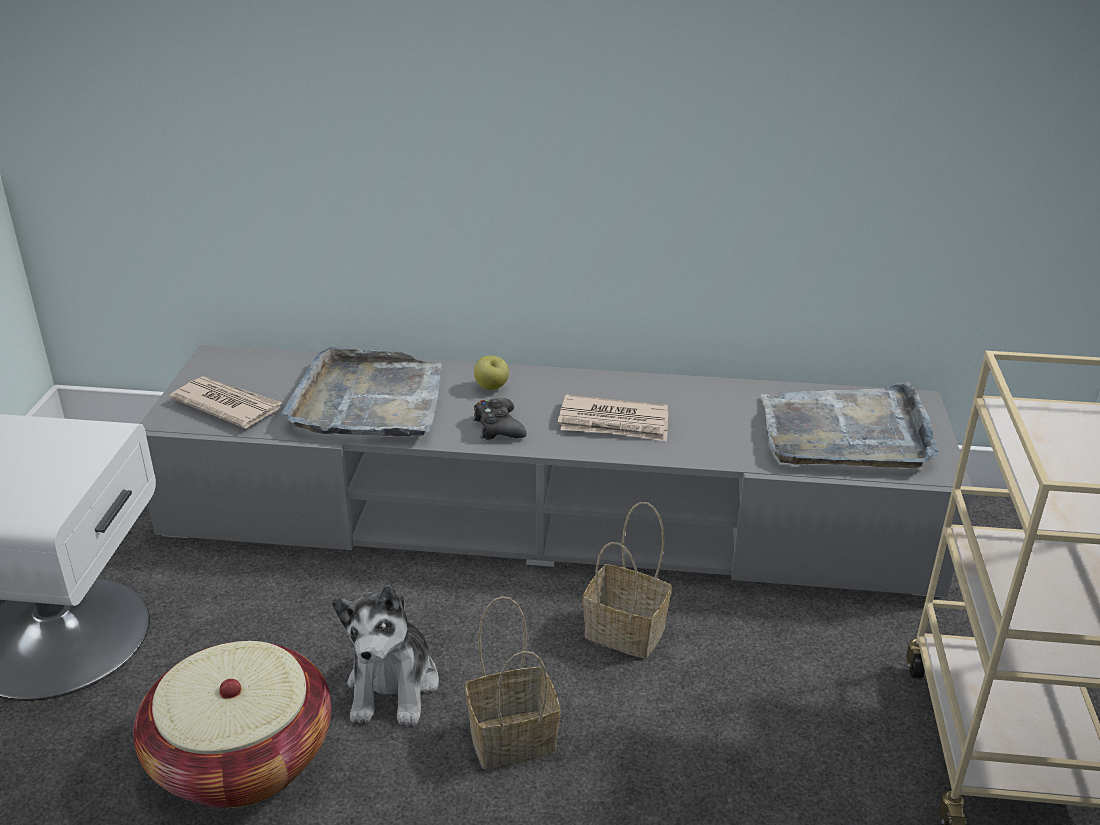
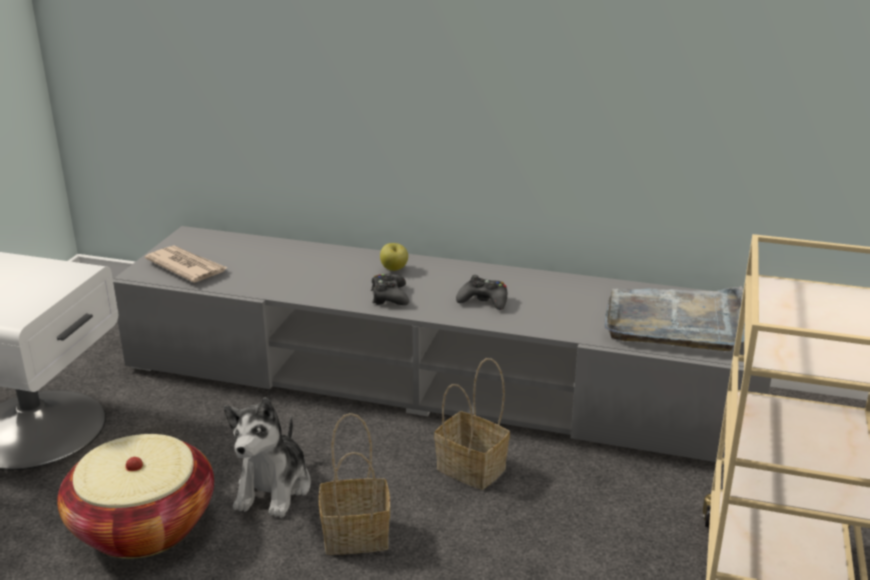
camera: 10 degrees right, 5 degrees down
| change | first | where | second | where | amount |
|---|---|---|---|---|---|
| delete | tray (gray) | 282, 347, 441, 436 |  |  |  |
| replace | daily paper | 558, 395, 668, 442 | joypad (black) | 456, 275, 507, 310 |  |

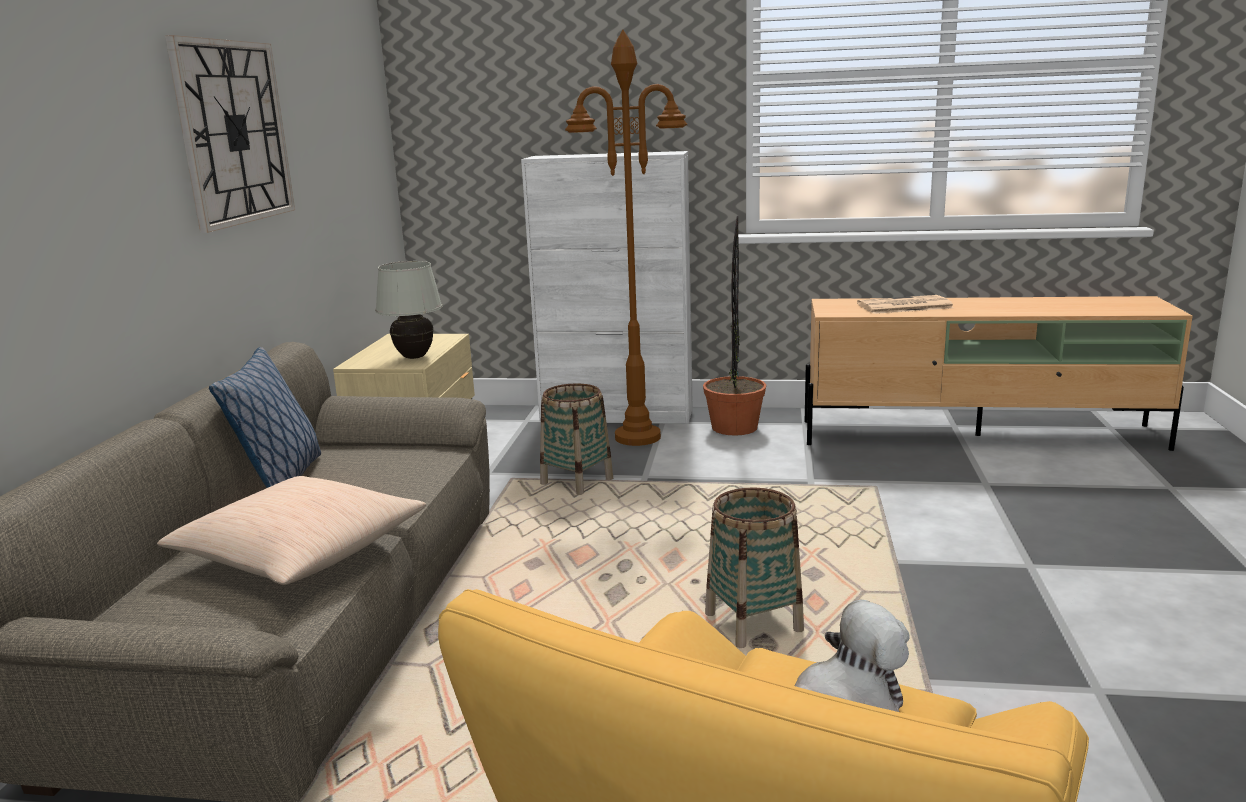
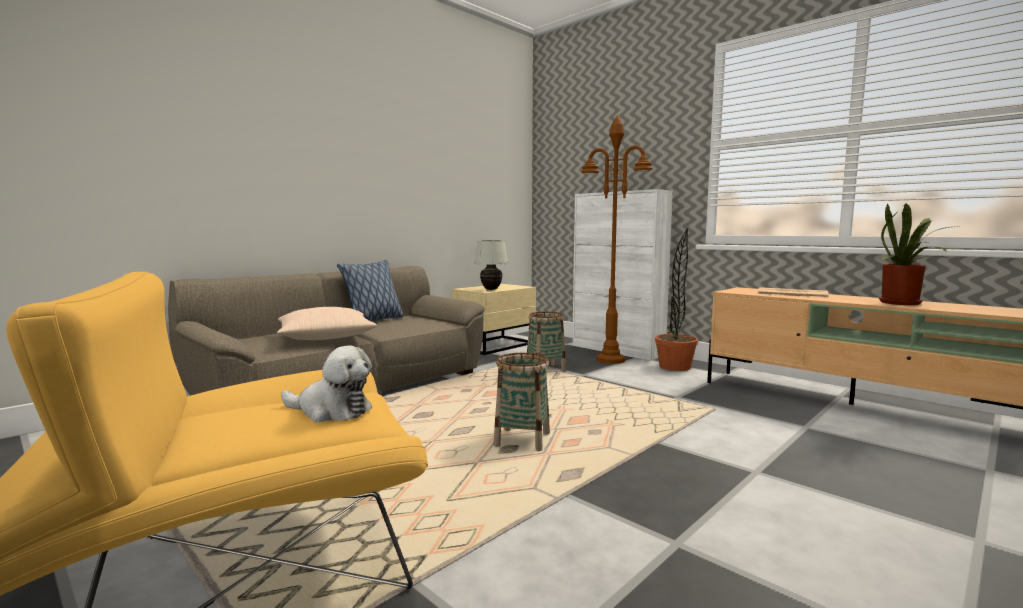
camera: 35 degrees right, 10 degrees down
| change | first | where | second | where | amount |
|---|---|---|---|---|---|
| delete | wall clock | 165, 35, 295, 233 |  |  |  |
| insert |  |  | houseplant | 879, 203, 959, 305 |  |

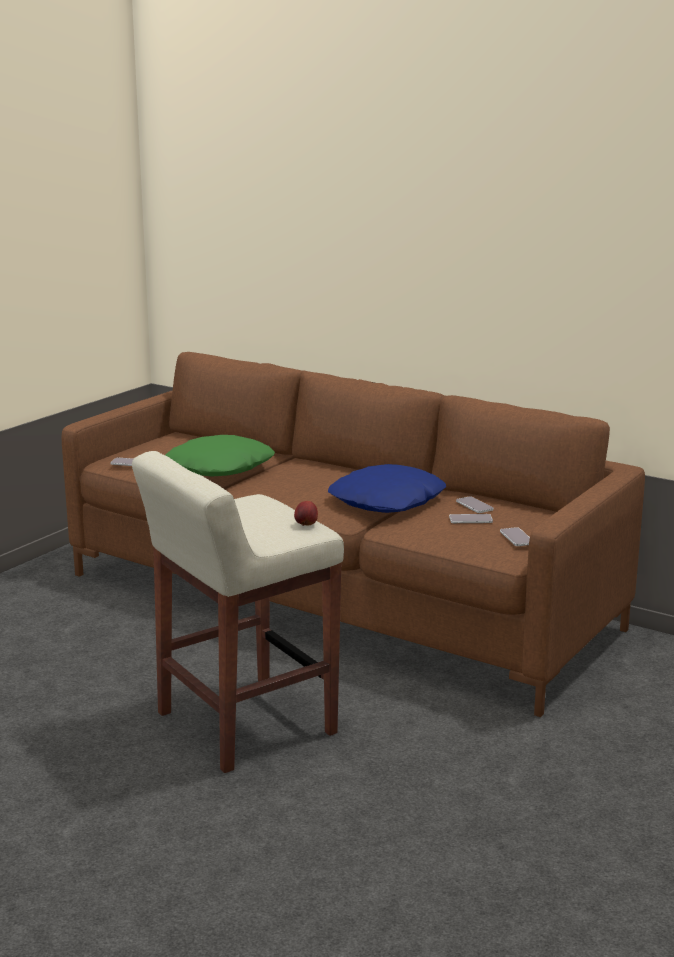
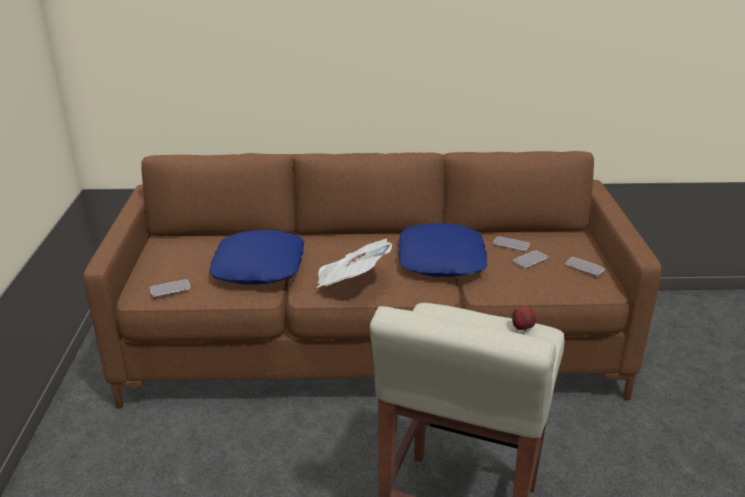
camera: 35 degrees left, 10 degrees up
| change | first | where | second | where | amount |
|---|---|---|---|---|---|
| recolor | cushion (green) | 165, 435, 275, 477 | cushion (bluish) | 209, 230, 304, 285 |  |
| insert |  |  | daily paper | 317, 239, 392, 288 |  |

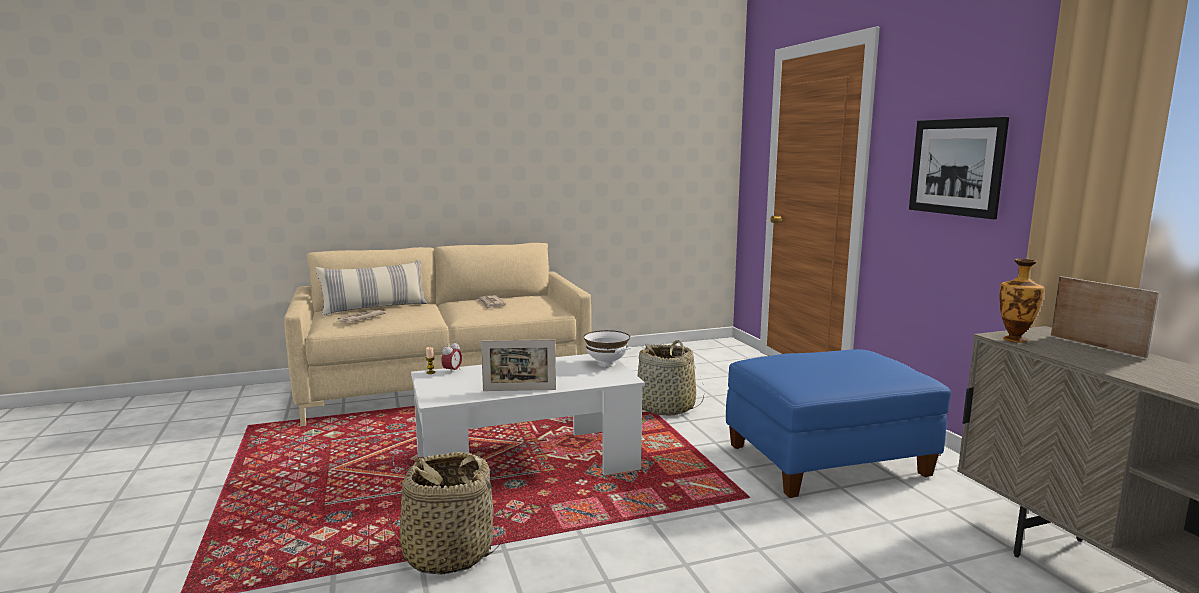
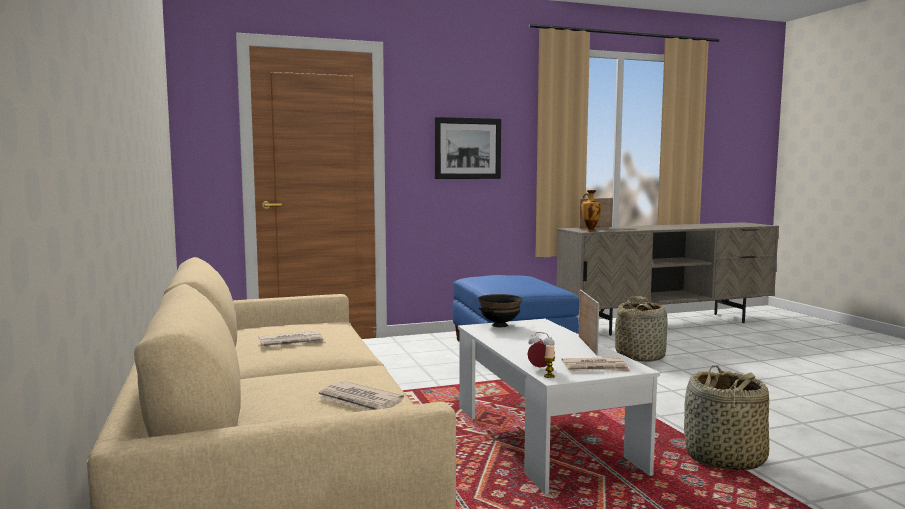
camera: 90 degrees left, 5 degrees down
| change | first | where | second | where | amount |
|---|---|---|---|---|---|
| delete | cushion | 316, 260, 427, 316 |  |  |  |
| recolor | deep dish (white) | 584, 330, 631, 367 | deep dish (black) | 478, 294, 523, 327 |  |
| move | household basket | 638, 340, 704, 416 |  | 615, 296, 668, 362 |  |
| insert |  |  | daily paper | 561, 357, 631, 372 |  |

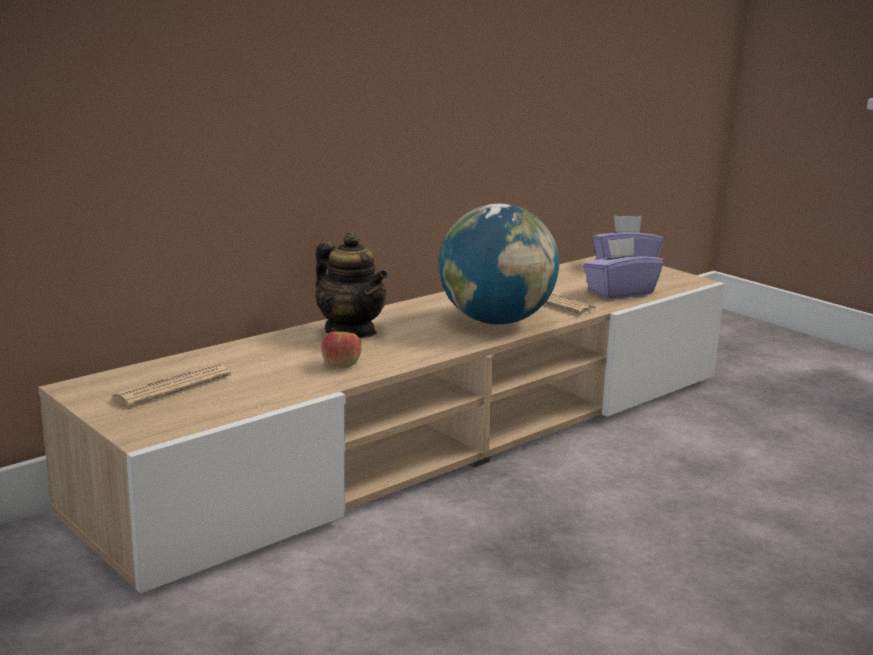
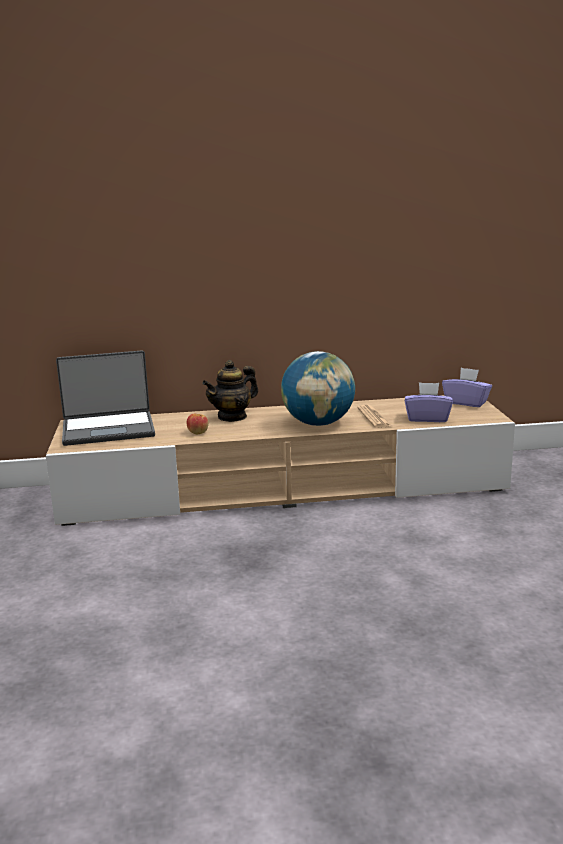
camera: 35 degrees right, 0 degrees up
| change | first | where | second | where | amount |
|---|---|---|---|---|---|
| rotate | teapot | 315, 232, 388, 338 |  | 202, 360, 258, 422 | 60 degrees clockwise |
| replace | daily paper | 110, 364, 231, 407 | portable computer | 56, 351, 155, 446 |  |

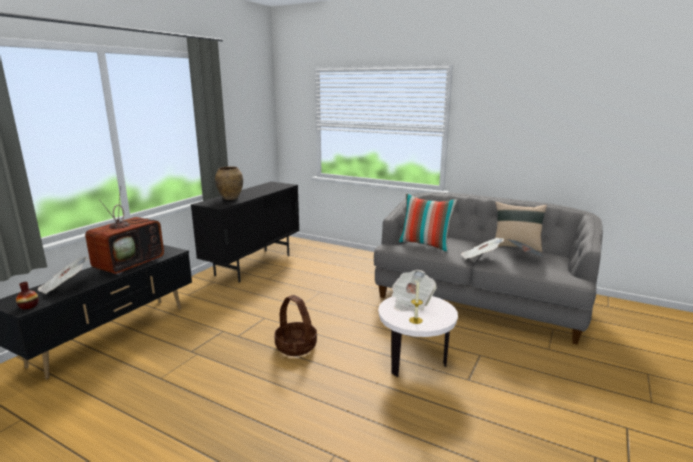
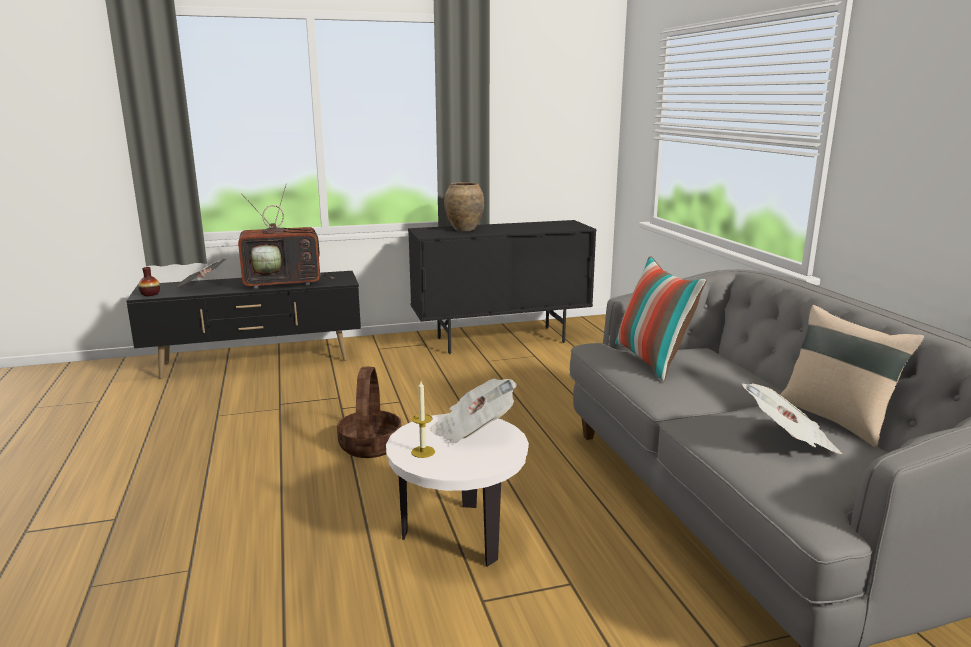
camera: 45 degrees right, 0 degrees up
| change | first | where | second | where | amount |
|---|---|---|---|---|---|
| delete | daily paper | 461, 238, 504, 259 |  |  |  |

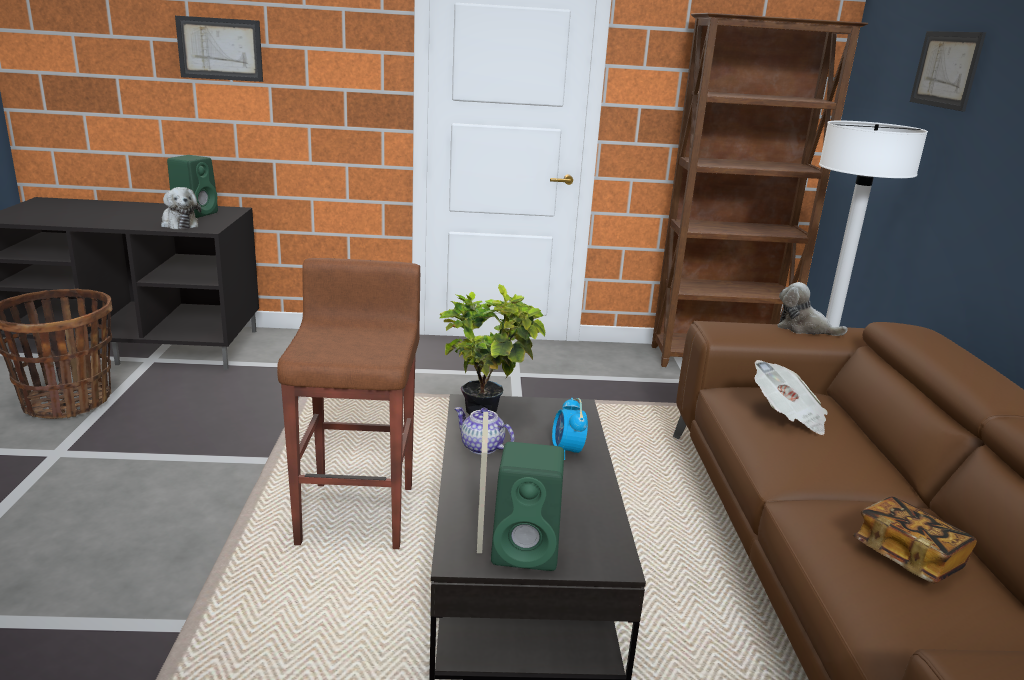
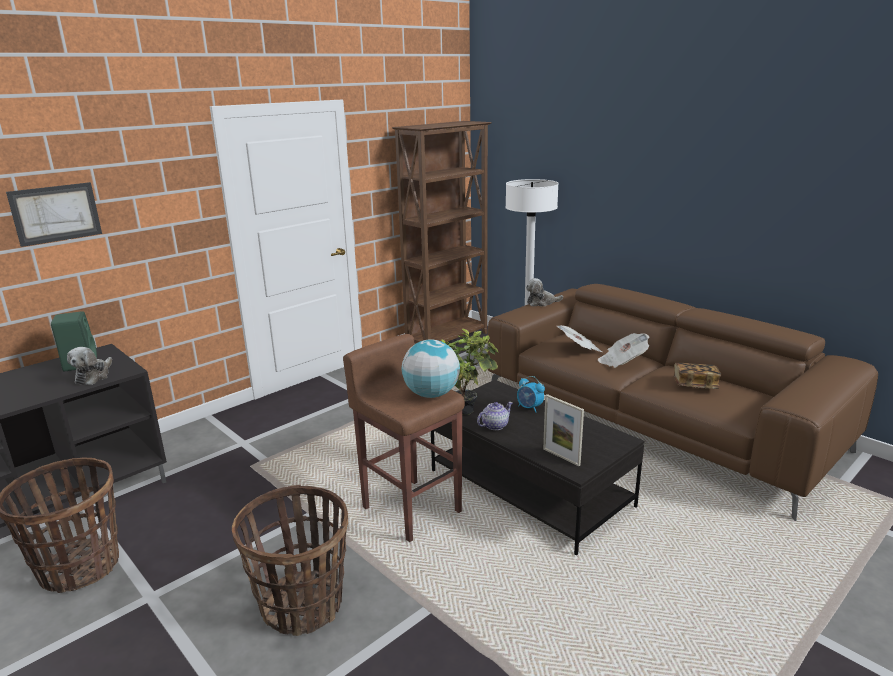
camera: 40 degrees left, 0 degrees up
| change | first | where | second | where | amount |
|---|---|---|---|---|---|
| delete | picture | 910, 31, 986, 112 |  |  |  |
| rotate | plush toy | 161, 187, 201, 229 |  | 67, 347, 112, 385 | 90 degrees clockwise |
| rotate | teapot | 455, 407, 514, 455 |  | 477, 402, 513, 430 | 150 degrees clockwise |
| delete | speaker (green) | 491, 442, 564, 571 |  |  |  |
| insert |  |  | daily paper | 598, 333, 650, 368 |  |
| insert |  |  | world globe | 402, 340, 460, 398 |  |
| insert |  |  | household basket | 232, 485, 348, 636 |  |

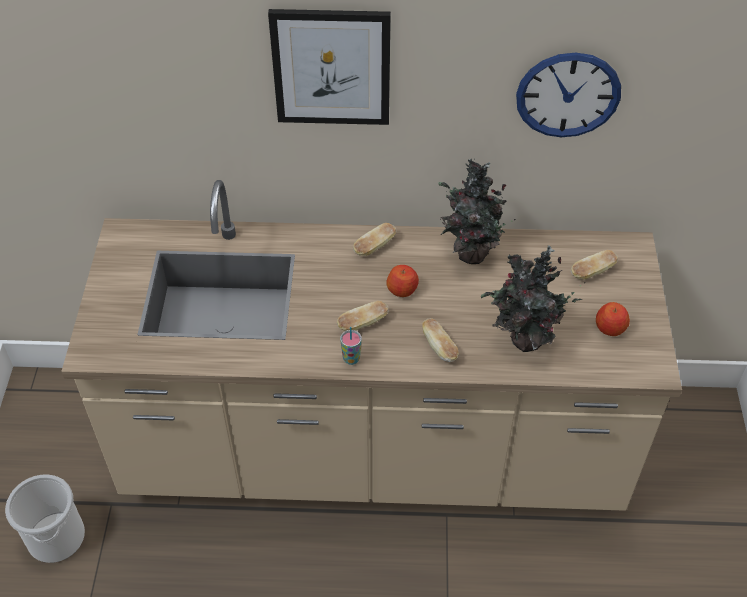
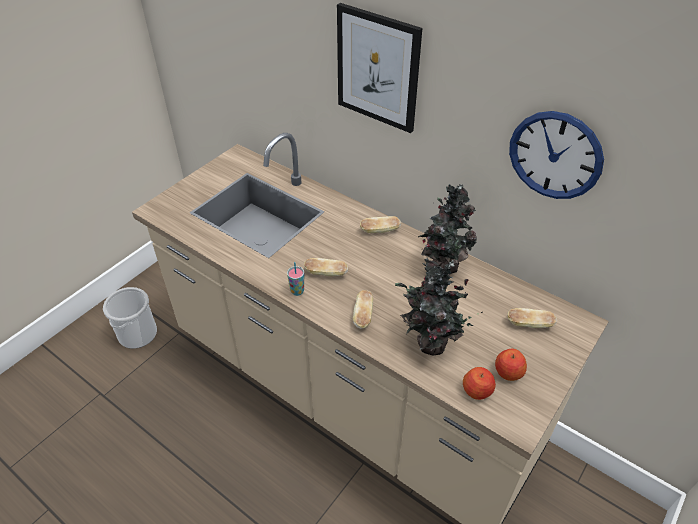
camera: 35 degrees right, 5 degrees down
| change | first | where | second | where | amount |
|---|---|---|---|---|---|
| move | whole apple | 386, 265, 419, 297 |  | 463, 367, 496, 400 |  |

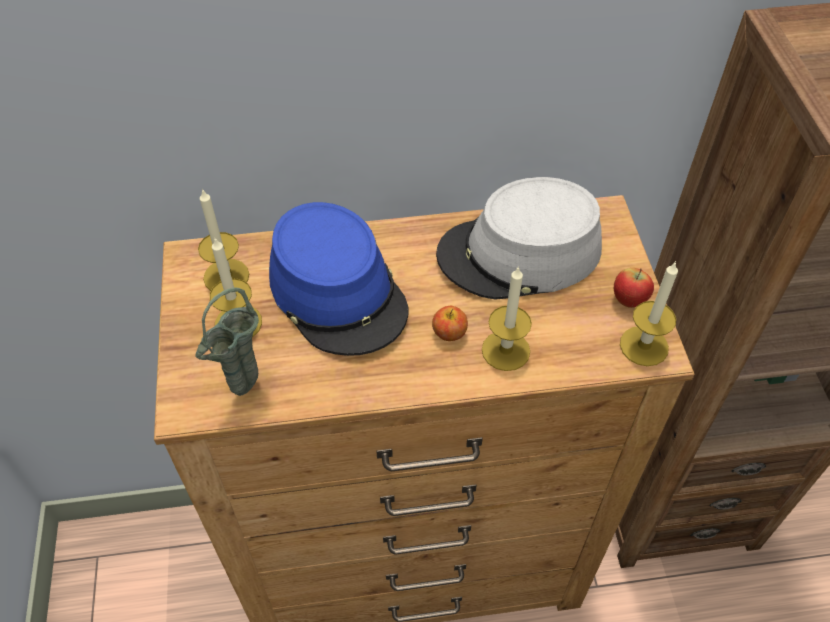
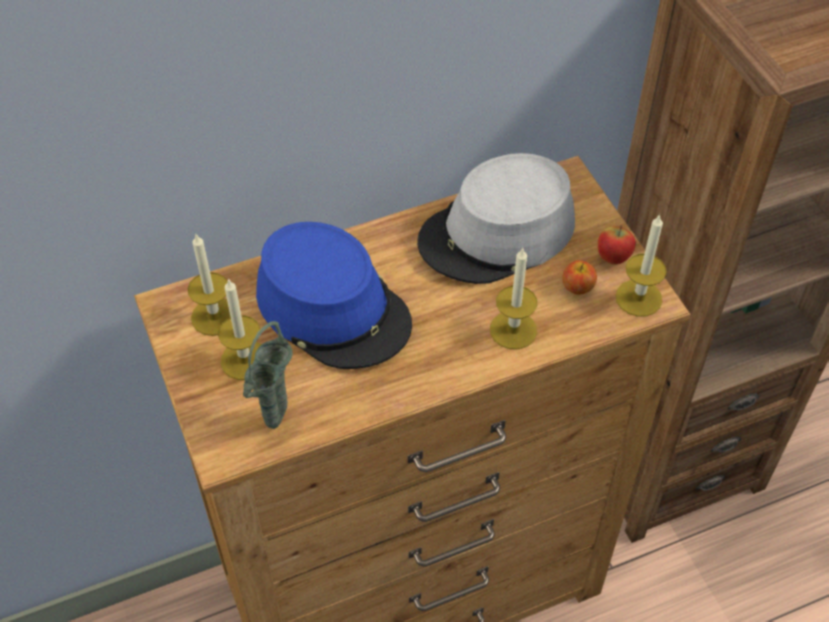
camera: 15 degrees left, 0 degrees up
| change | first | where | second | where | amount |
|---|---|---|---|---|---|
| move | whole apple | 432, 306, 468, 341 |  | 562, 260, 597, 295 |  |

